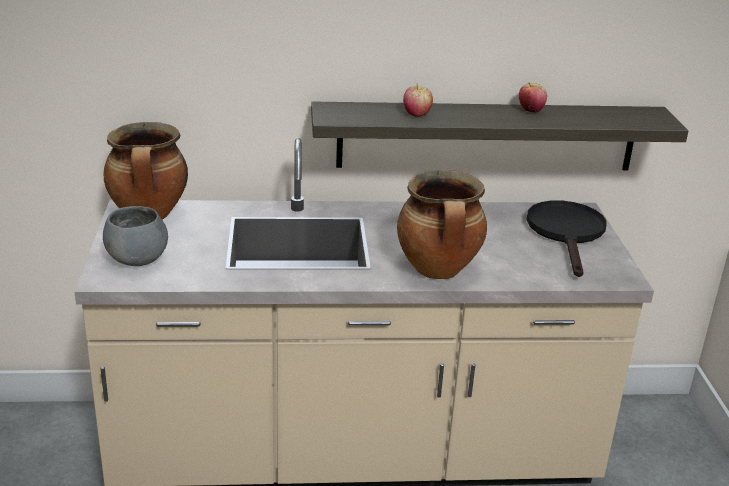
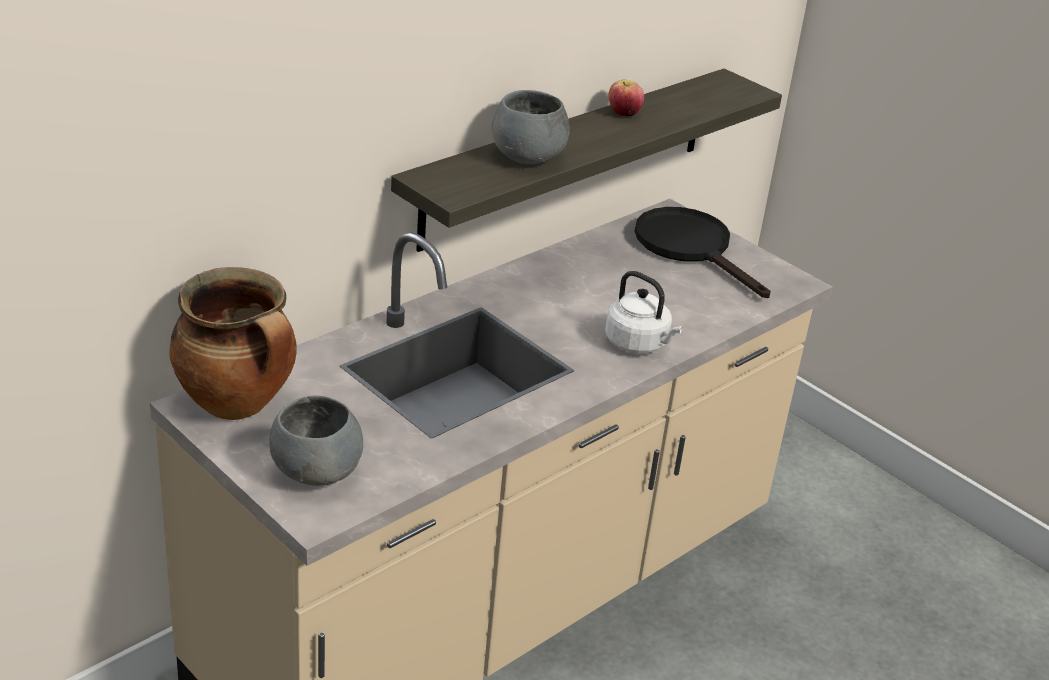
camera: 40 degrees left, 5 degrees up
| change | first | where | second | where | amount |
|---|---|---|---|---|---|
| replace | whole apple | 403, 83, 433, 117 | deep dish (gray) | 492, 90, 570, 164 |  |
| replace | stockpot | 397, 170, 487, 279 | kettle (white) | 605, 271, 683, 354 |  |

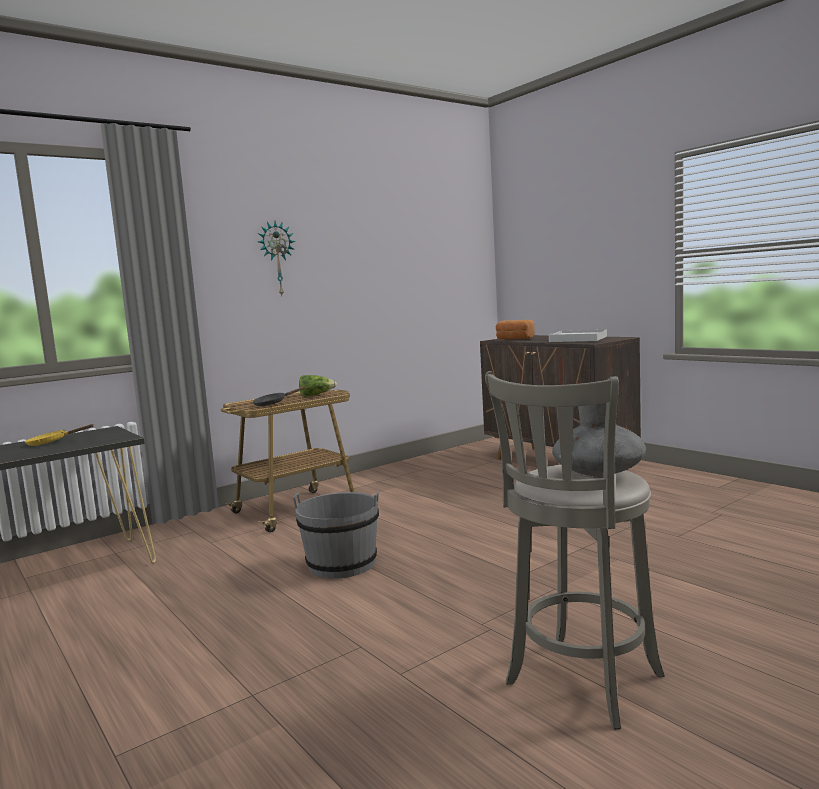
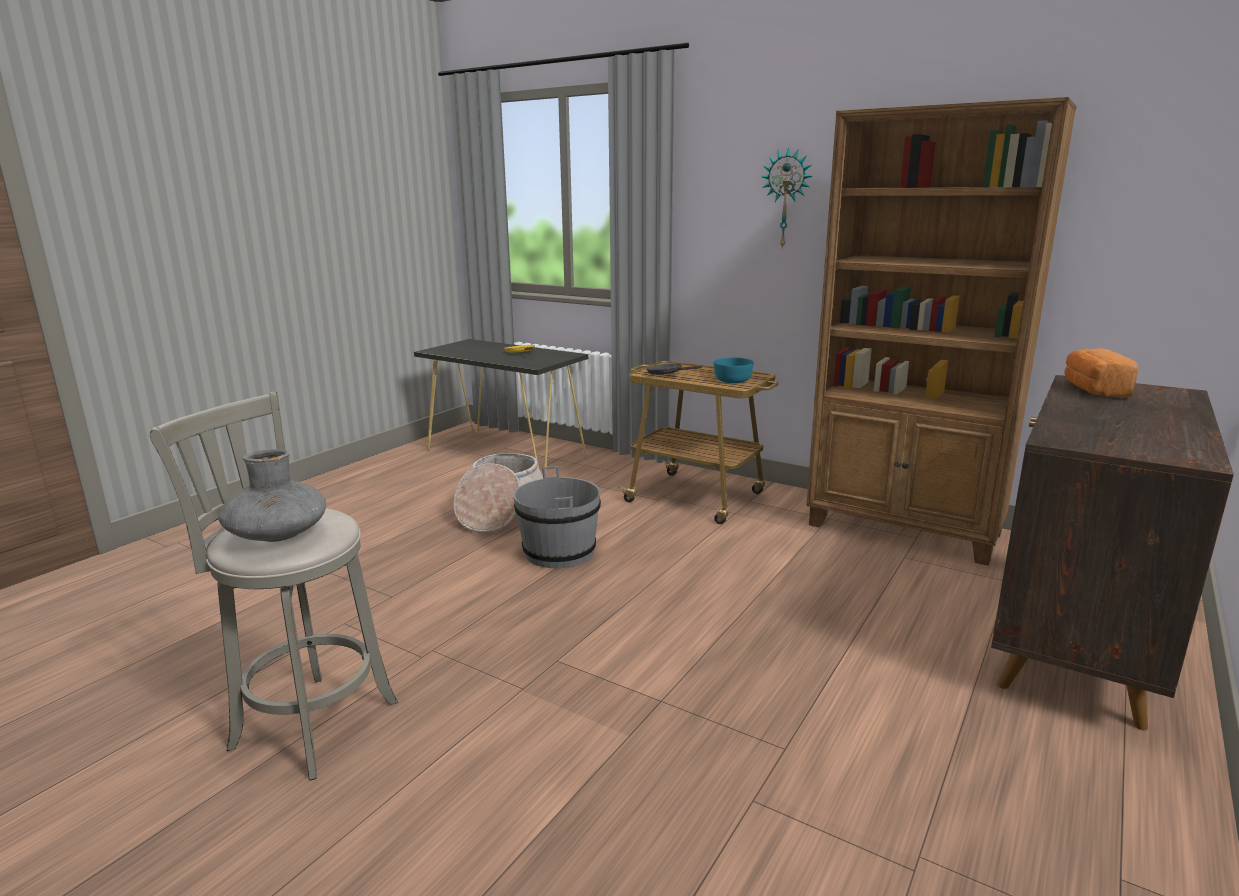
camera: 70 degrees right, 10 degrees up
| change | first | where | second | where | amount |
|---|---|---|---|---|---|
| delete | tray (white) | 549, 330, 607, 342 |  |  |  |
| replace | lettuce | 299, 375, 337, 397 | deep dish (turquoise) | 713, 357, 754, 383 |  |
| insert |  |  | bookcase (brown-coloured) | 806, 97, 1077, 566 |  |
| insert |  |  | household basket | 453, 453, 543, 533 |  |

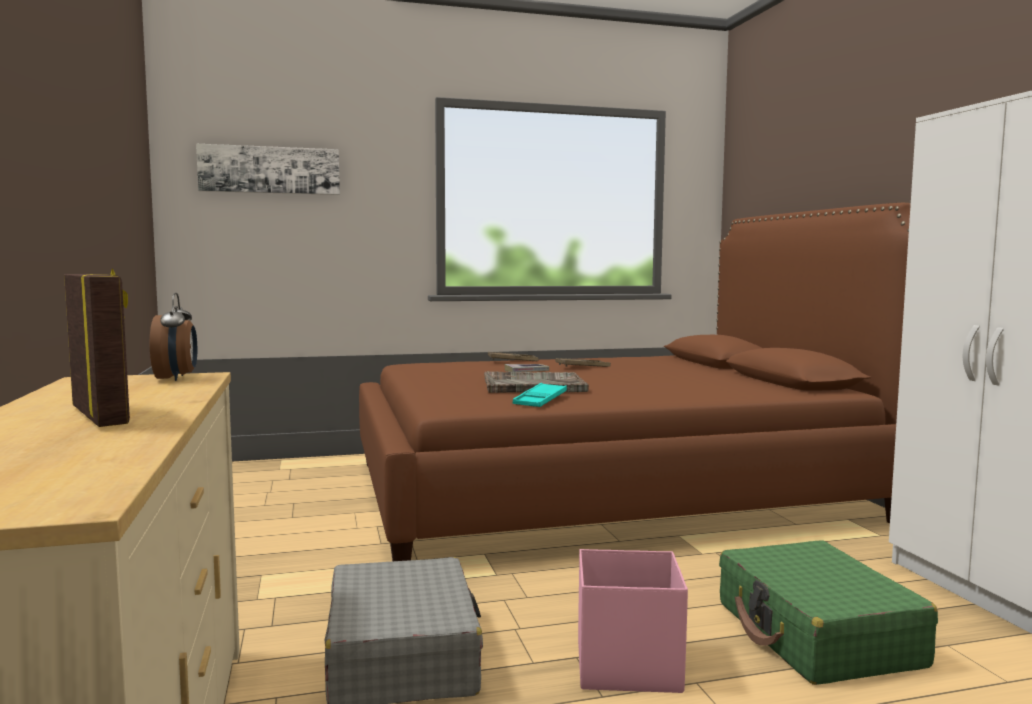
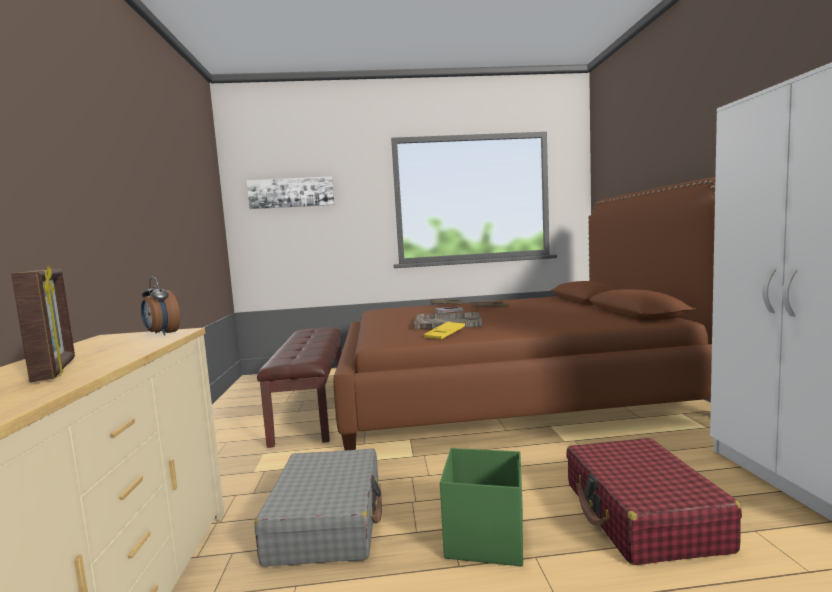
camera: 10 degrees right, 0 degrees up
| change | first | where | second | where | amount |
|---|---|---|---|---|---|
| rotate | alarm clock | 150, 293, 197, 381 |  | 141, 277, 180, 336 | 135 degrees clockwise |
| recolor | tray (turquoise) | 513, 383, 567, 407 | tray (yellow) | 424, 321, 465, 339 |  |
| recolor | suitcase (green) | 719, 540, 938, 685 | suitcase (reddish) | 566, 438, 742, 565 |  |
| recolor | storage bin (pinkish) | 578, 549, 688, 693 | storage bin (green) | 440, 448, 523, 567 |  |
| insert |  |  | indoor bench (brown-coloured) | 257, 327, 341, 448 |  |

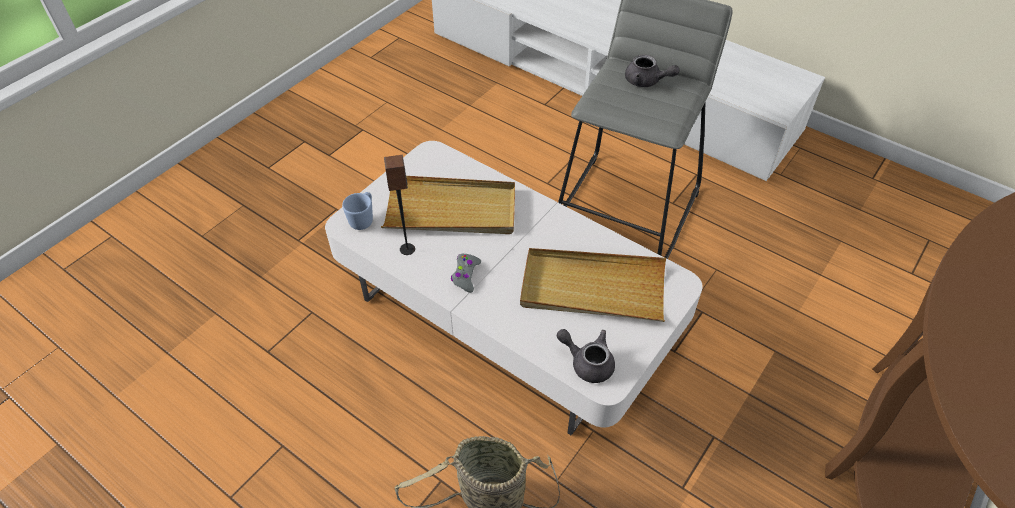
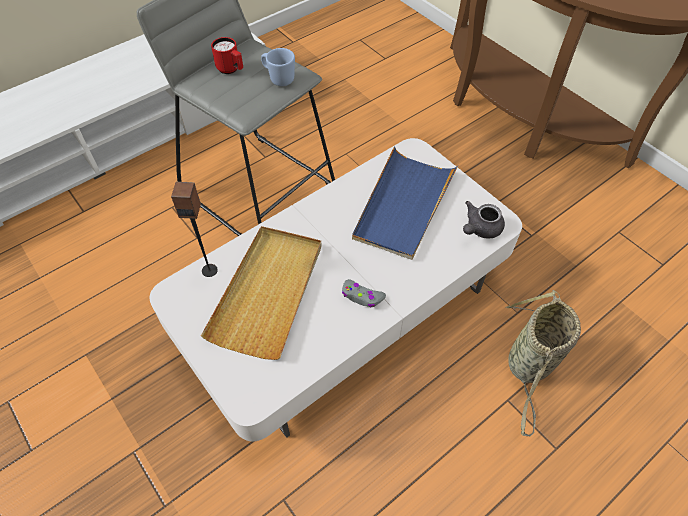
camera: 75 degrees left, 5 degrees up
| change | first | where | second | where | amount |
|---|---|---|---|---|---|
| replace | teapot (gray) | 625, 55, 679, 87 | mug (reddish) | 211, 37, 243, 74 |  |
| move | speaker | 384, 155, 415, 255 |  | 171, 182, 218, 277 |  |
| move | mug (bluish) | 342, 192, 373, 230 |  | 261, 48, 295, 86 |  |
| recolor | tray (beige) | 520, 248, 666, 322 | tray (bluish) | 352, 146, 458, 260 |  |

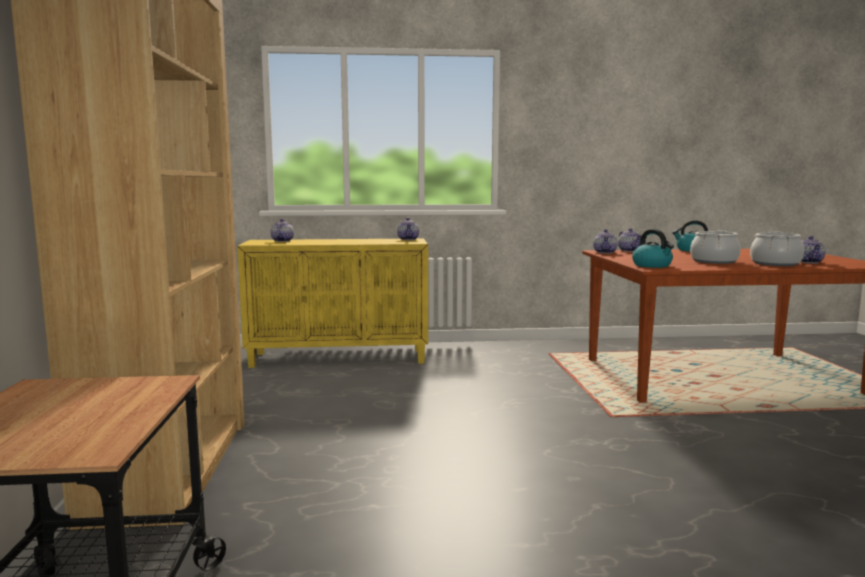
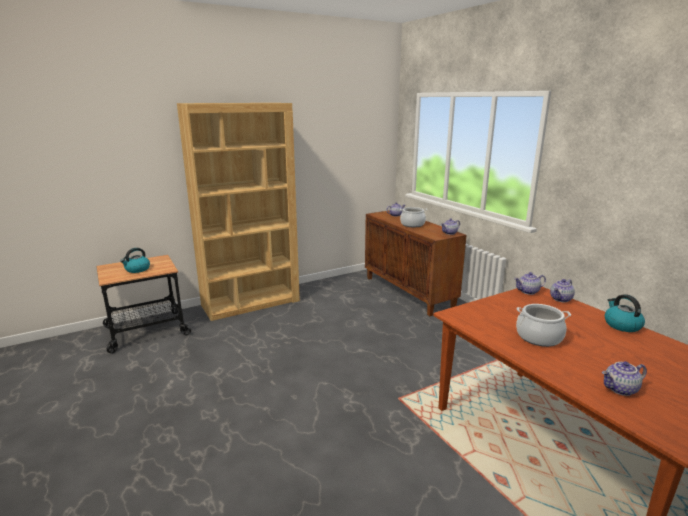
camera: 65 degrees right, 10 degrees up
| change | first | where | second | where | amount |
|---|---|---|---|---|---|
| move | kettle | 632, 229, 674, 268 |  | 120, 248, 150, 273 |  |
| move | stockpot | 750, 231, 804, 266 |  | 400, 207, 427, 227 |  |
| recolor | storage cabinet (yellow) | 237, 238, 428, 368 | storage cabinet (brown-coloured) | 365, 211, 467, 316 |  |

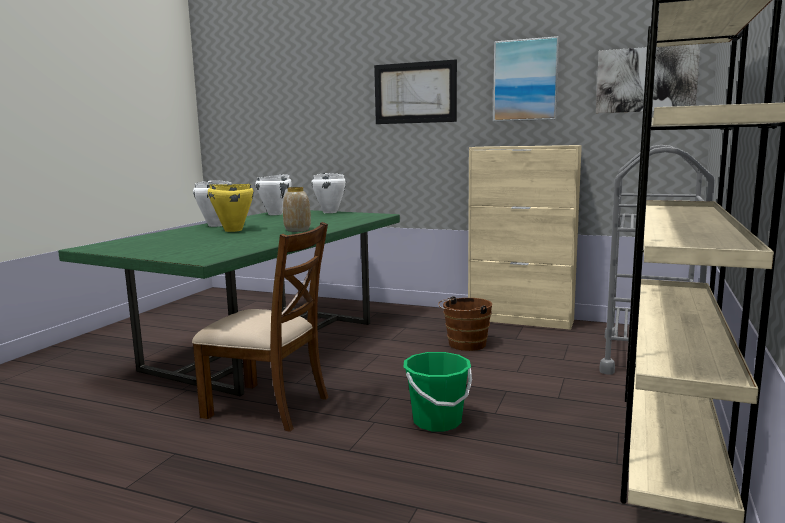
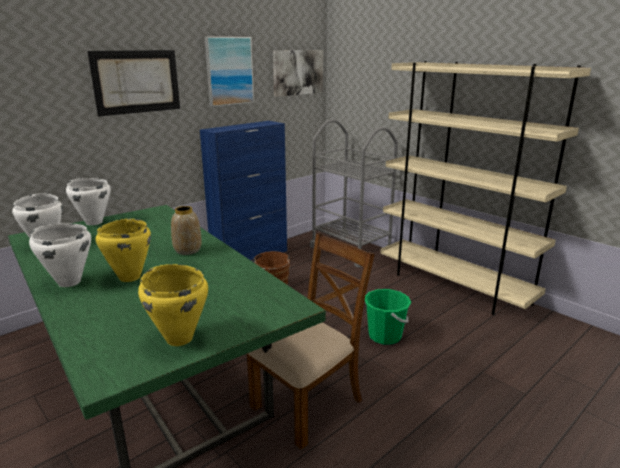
camera: 65 degrees left, 10 degrees up
| change | first | where | second | where | amount |
|---|---|---|---|---|---|
| recolor | storage cabinet (beige) | 468, 145, 582, 330 | storage cabinet (bluish) | 200, 121, 287, 262 |  |
| insert |  |  | stockpot (yellow) | 138, 264, 208, 346 |  |

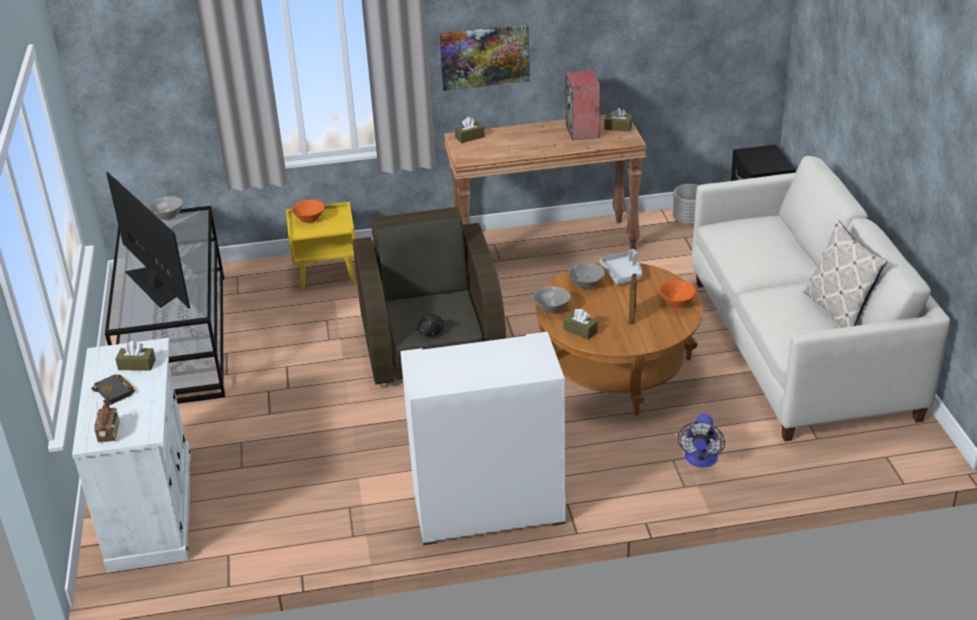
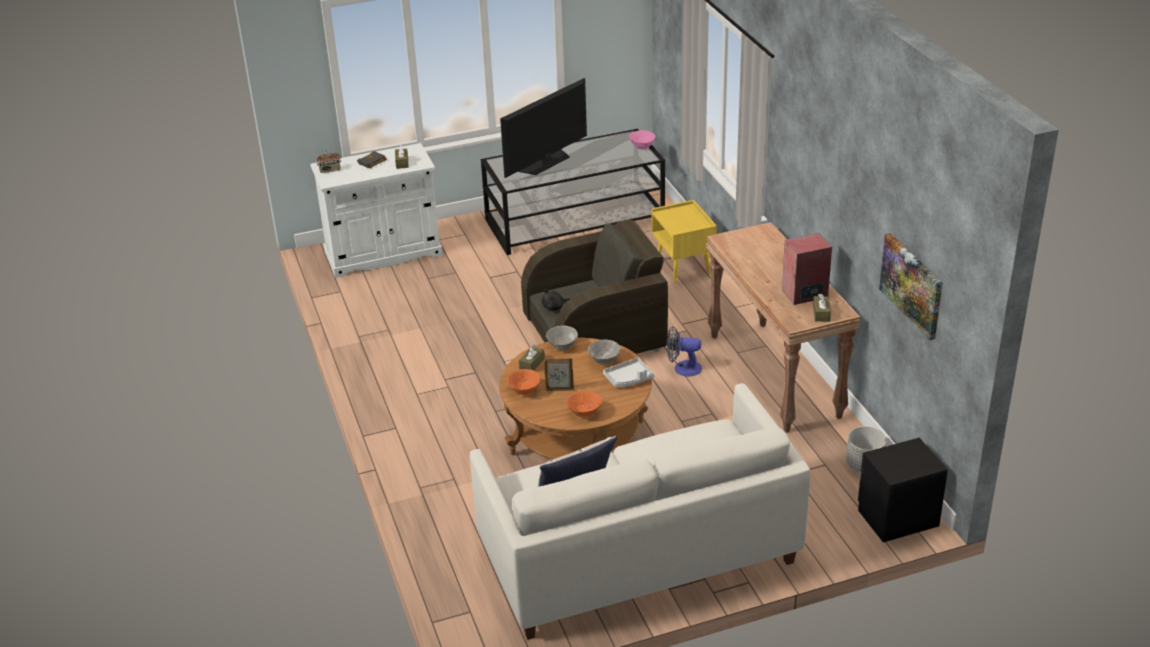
camera: 80 degrees right, 0 degrees up
| change | first | where | second | where | amount |
|---|---|---|---|---|---|
| move | picture | 439, 24, 530, 91 |  | 879, 233, 943, 340 |  |
| delete | tissue box (brown-coloured) | 455, 117, 485, 143 |  |  |  |
| recolor | deep dish (gray) | 149, 196, 183, 220 | deep dish (pinkish) | 629, 130, 655, 149 |  |
| move | deep dish (orangey) | 291, 199, 325, 223 |  | 507, 369, 541, 395 |  |
| delete | storage cabinet (white) | 400, 332, 566, 545 |  |  |  |
| move | fan | 678, 413, 725, 467 |  | 667, 326, 702, 376 |  |

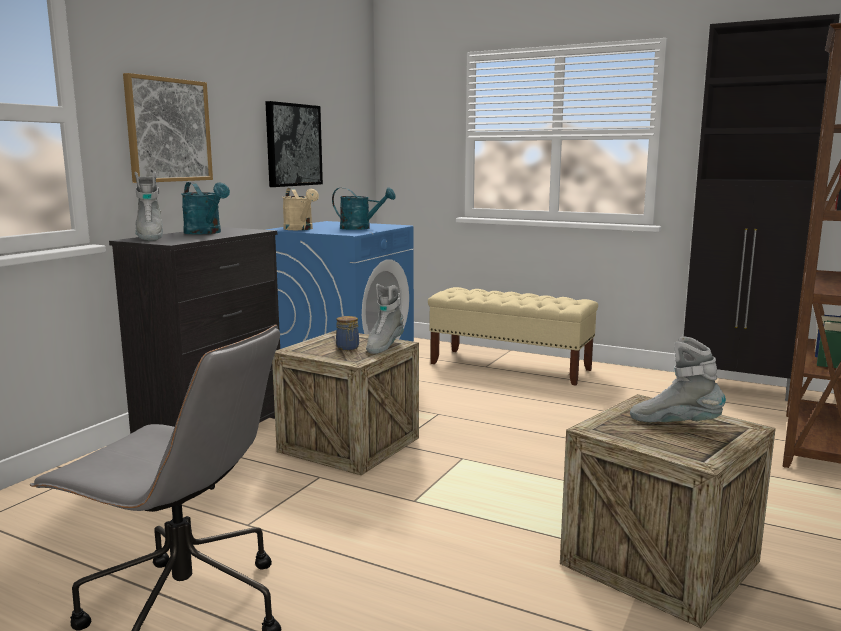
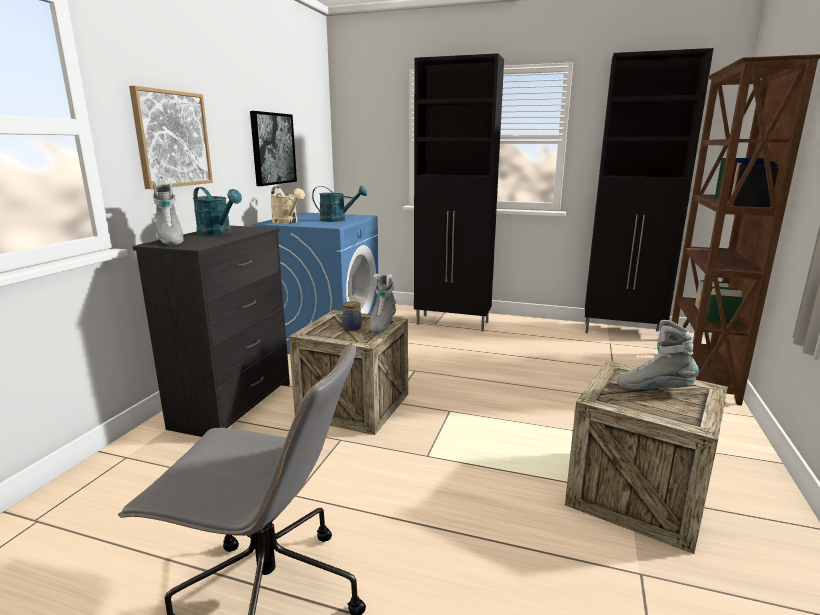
camera: 10 degrees left, 5 degrees up
| change | first | where | second | where | amount |
|---|---|---|---|---|---|
| replace | indoor bench (beige) | 428, 287, 598, 386 | storage cabinet (black) | 414, 53, 504, 331 |  |

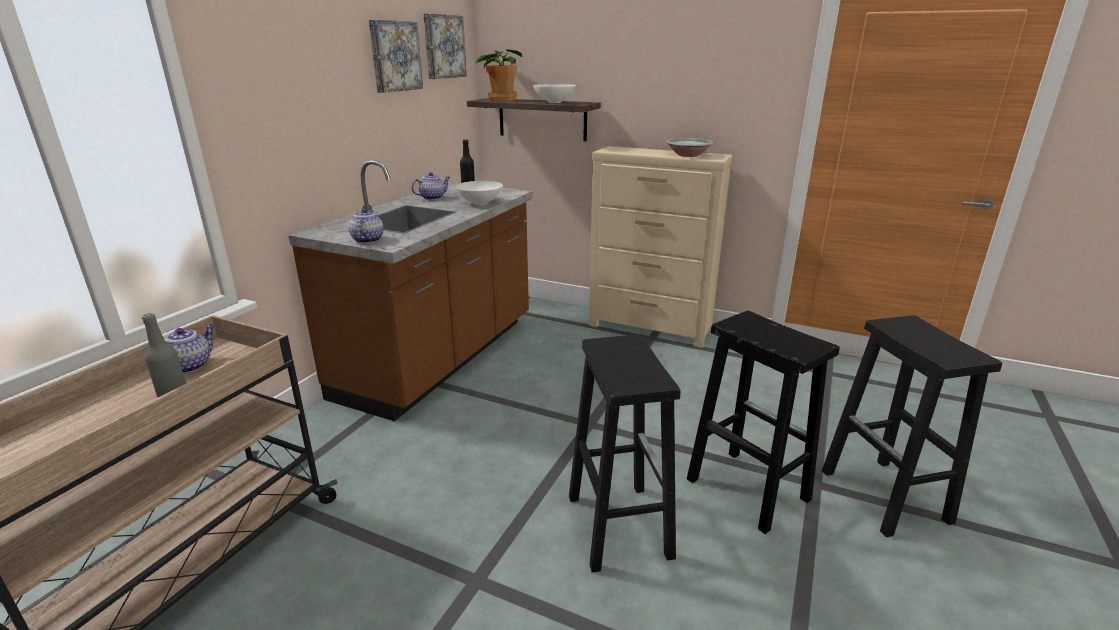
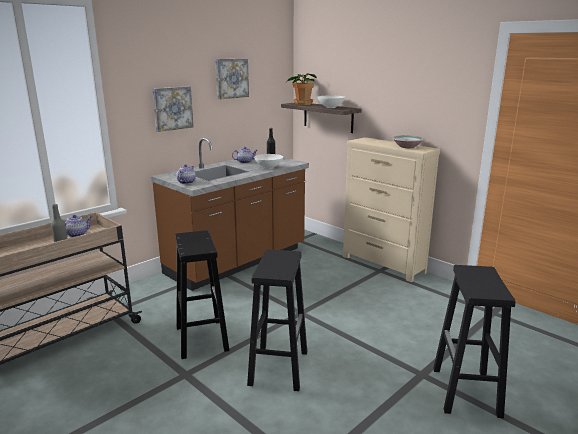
camera: 20 degrees right, 5 degrees down
| change | first | where | second | where | amount |
|---|---|---|---|---|---|
| move | picture | 423, 13, 467, 79 |  | 152, 86, 193, 132 |  |
| move | stool seat (black) | 687, 311, 840, 534 |  | 175, 230, 229, 359 |  |

